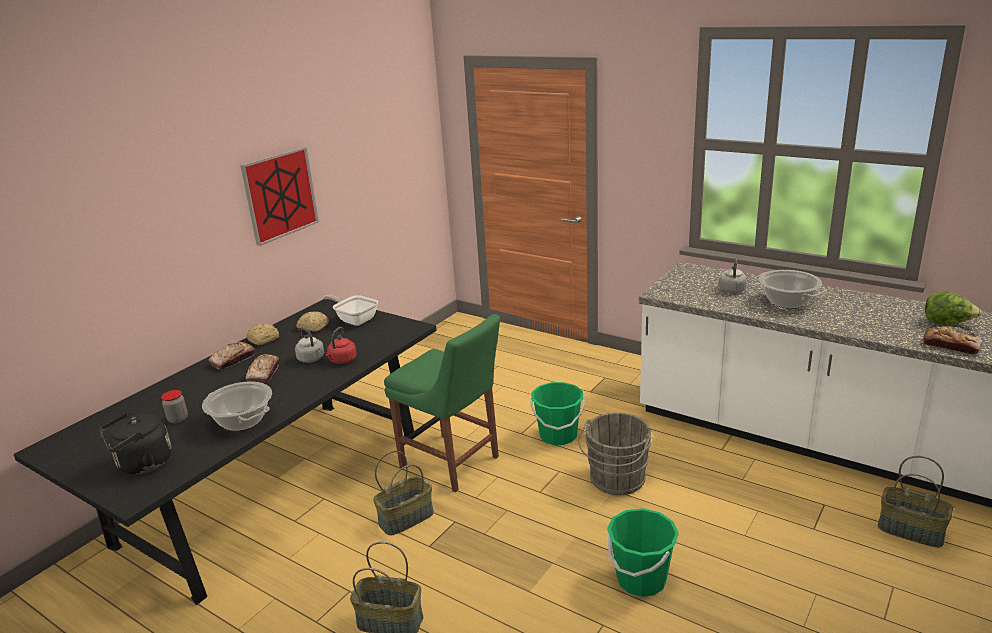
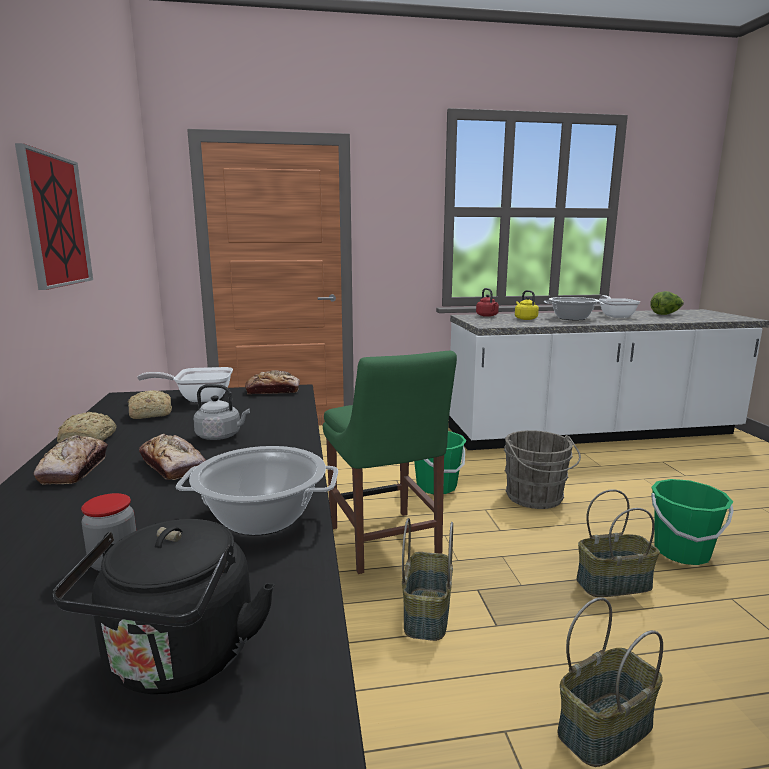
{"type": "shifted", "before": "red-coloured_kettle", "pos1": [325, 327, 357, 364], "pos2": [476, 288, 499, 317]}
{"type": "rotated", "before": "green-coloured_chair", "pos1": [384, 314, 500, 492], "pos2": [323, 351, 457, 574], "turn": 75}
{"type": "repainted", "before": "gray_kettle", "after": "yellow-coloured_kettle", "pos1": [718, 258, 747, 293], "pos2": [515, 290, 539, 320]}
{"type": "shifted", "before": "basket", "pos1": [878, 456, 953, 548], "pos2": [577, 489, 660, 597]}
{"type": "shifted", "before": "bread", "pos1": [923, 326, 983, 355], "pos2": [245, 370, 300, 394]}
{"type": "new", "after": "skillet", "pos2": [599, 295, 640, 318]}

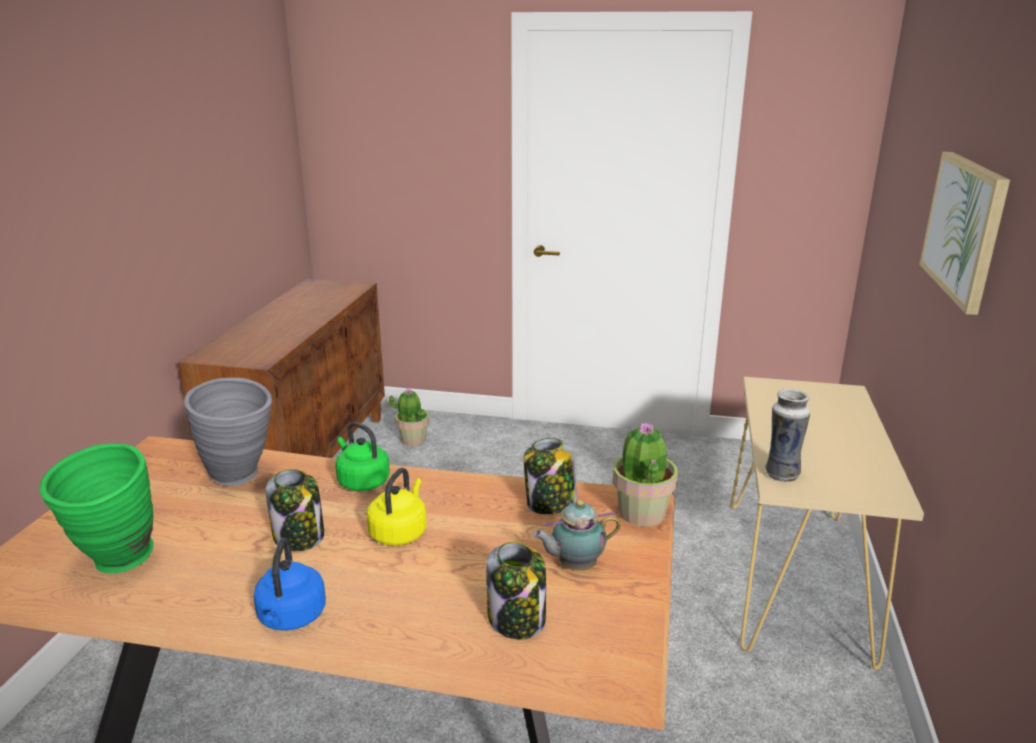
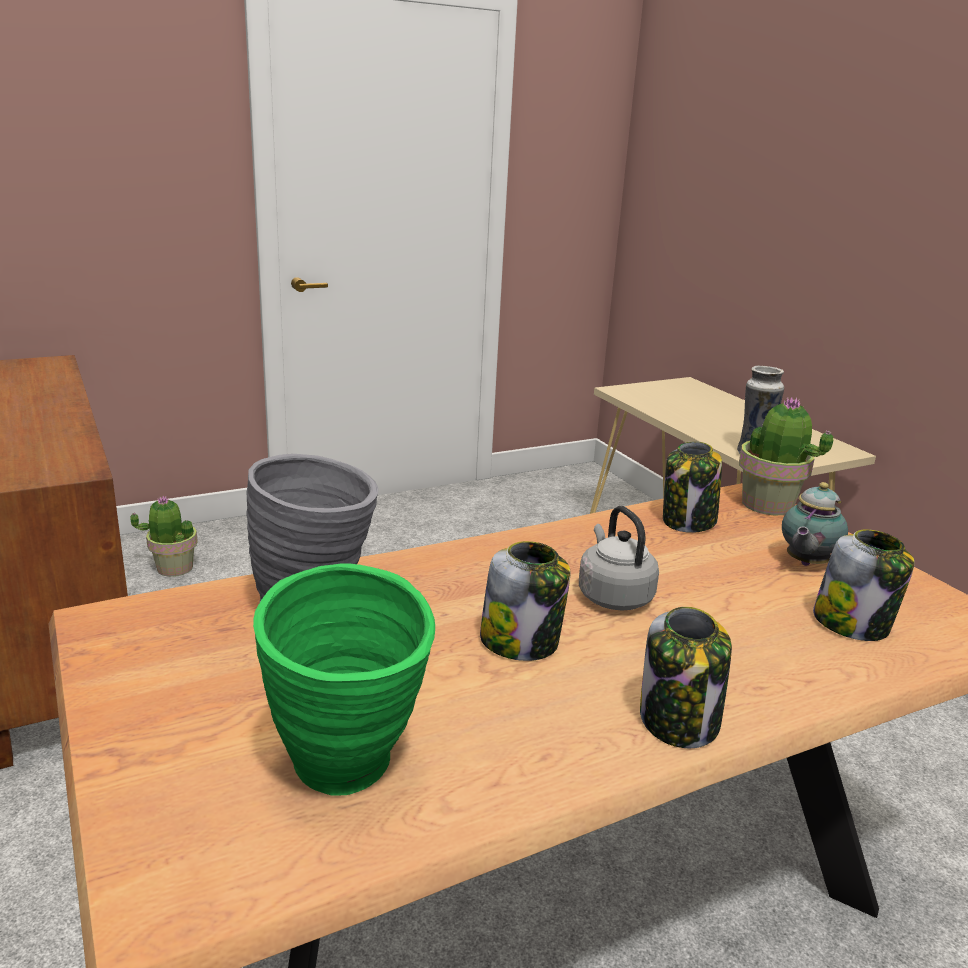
{"type": "swapped", "before": "blue_kettle", "after": "storage_jar", "pos1": [254, 538, 326, 631], "pos2": [640, 607, 732, 748]}
{"type": "gone", "before": "green-coloured_kettle", "pos1": [335, 422, 390, 491]}
{"type": "repainted", "before": "yellow-coloured_kettle", "after": "gray_kettle", "pos1": [367, 468, 426, 546], "pos2": [579, 506, 659, 611]}
{"type": "gone", "before": "picture", "pos1": [919, 152, 1010, 315]}

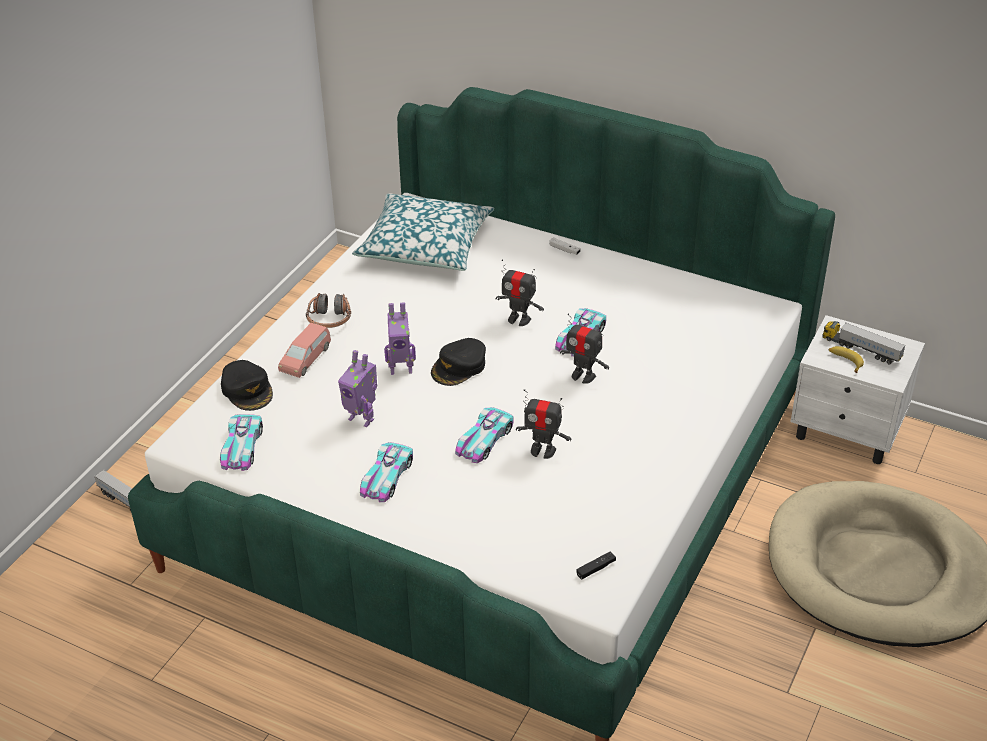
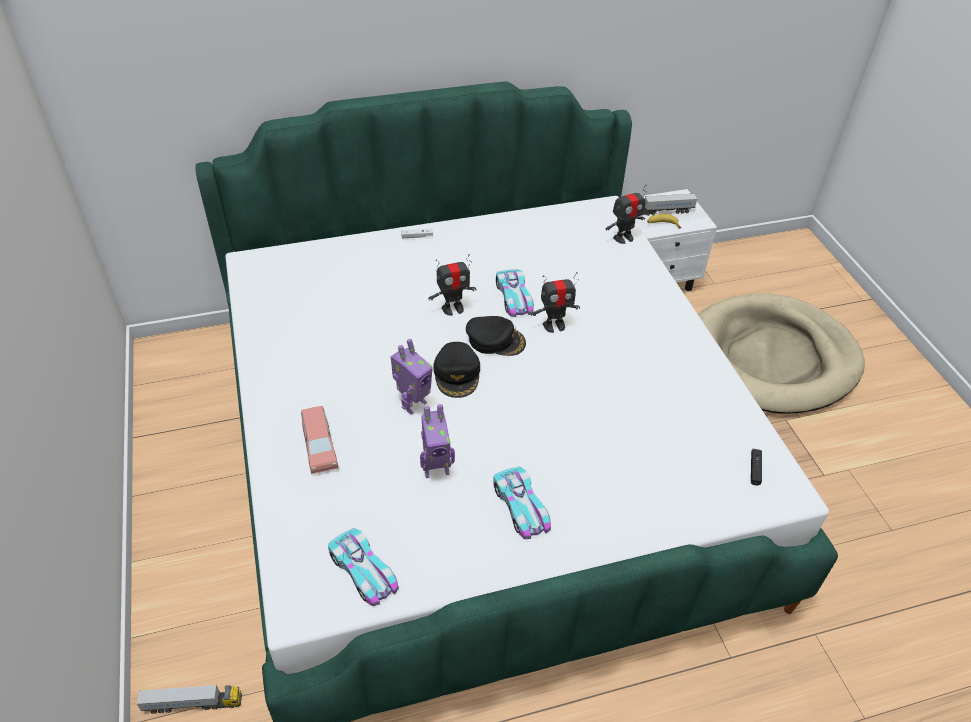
{"type": "shifted", "before": "blackish_cap", "pos1": [221, 360, 273, 411], "pos2": [466, 316, 526, 356]}
{"type": "gone", "before": "pair_of_headphones", "pos1": [306, 293, 351, 328]}
{"type": "gone", "before": "throw_pillow", "pos1": [352, 193, 494, 271]}
{"type": "gone", "before": "model_car", "pos1": [455, 407, 514, 463]}
{"type": "shifted", "before": "toy_robot", "pos1": [516, 389, 572, 459], "pos2": [606, 184, 647, 244]}

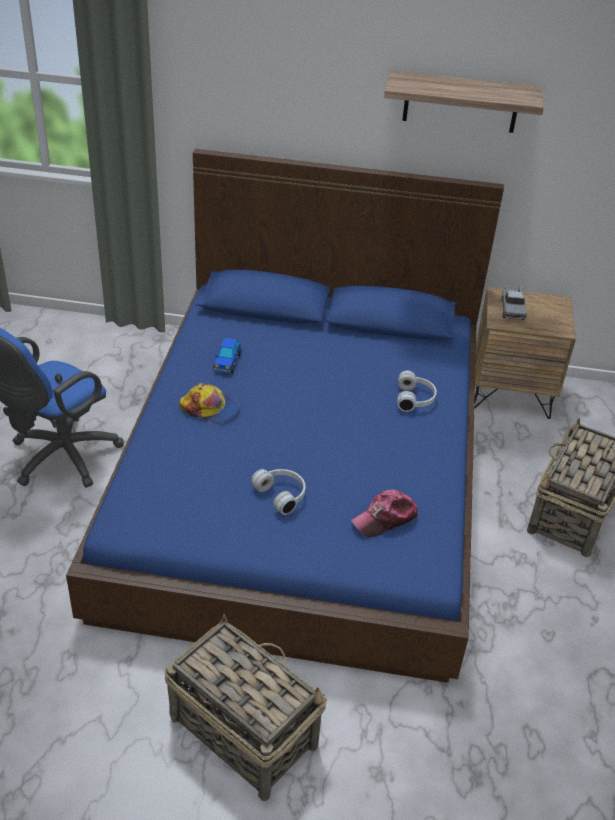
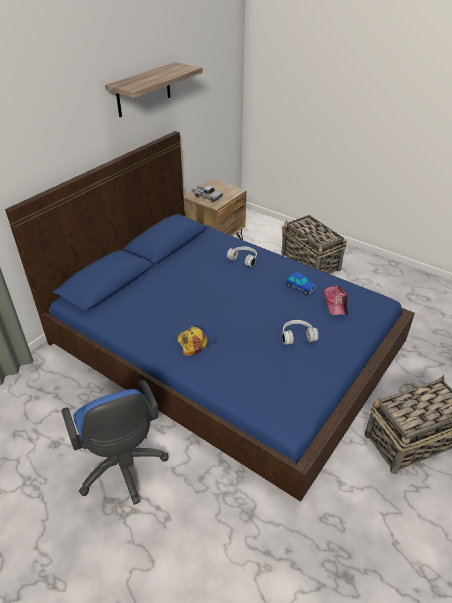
{"type": "shifted", "before": "model_car", "pos1": [213, 338, 241, 373], "pos2": [285, 272, 316, 295]}

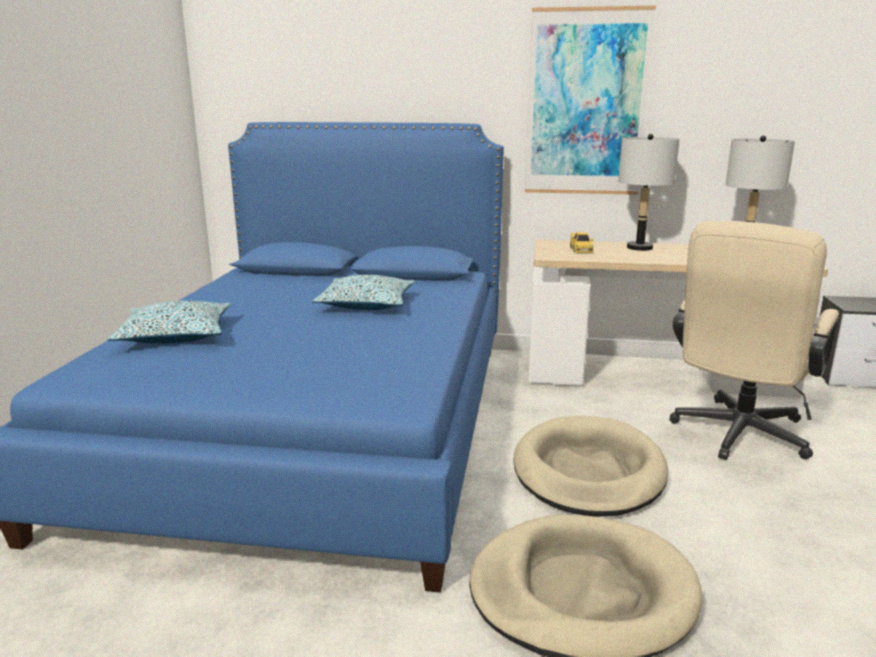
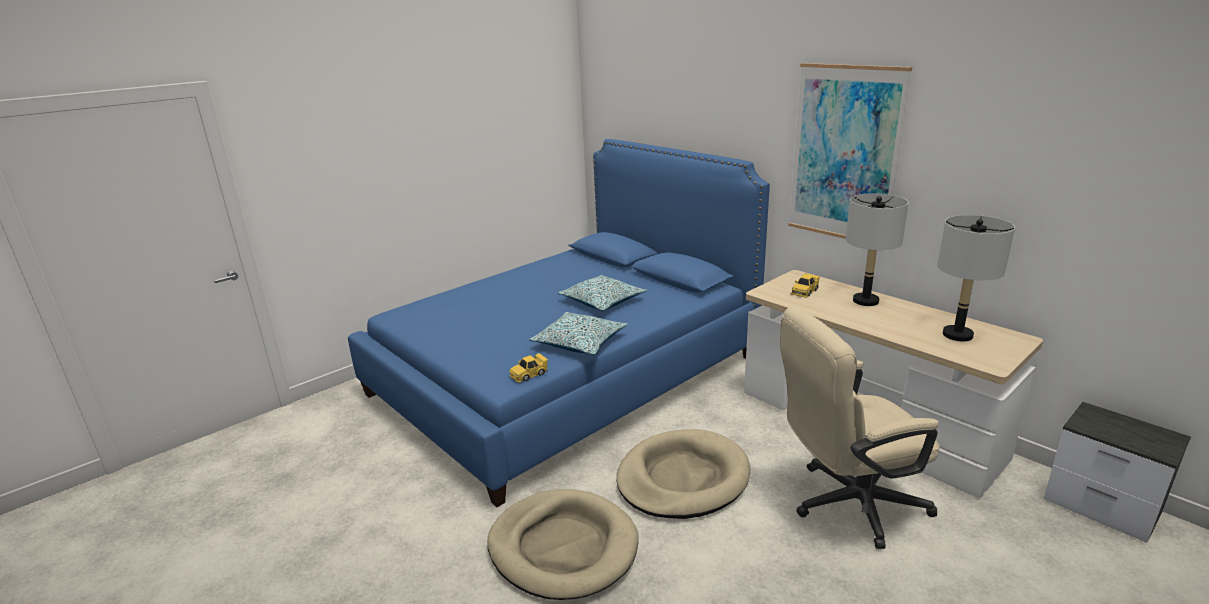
{"type": "shifted", "before": "throw_pillow", "pos1": [107, 301, 231, 344], "pos2": [529, 312, 628, 355]}
{"type": "new", "after": "yellow-coloured_model_car", "pos2": [509, 353, 548, 383]}

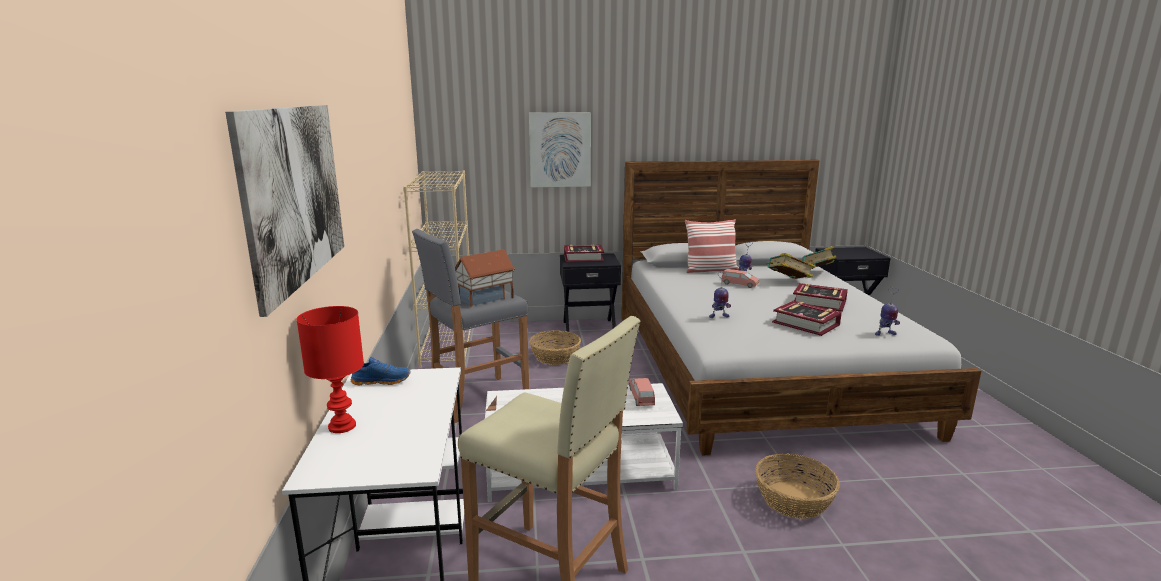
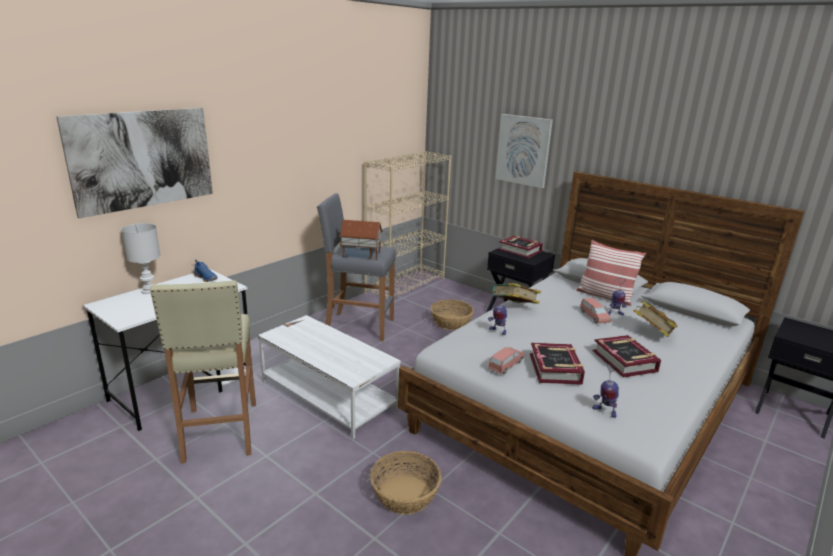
{"type": "repainted", "before": "red-coloured_lamp_for_a_table", "after": "white-coloured_lamp_for_a_table", "pos1": [296, 306, 364, 433], "pos2": [121, 223, 161, 294]}
{"type": "shifted", "before": "pink_model_car", "pos1": [629, 378, 655, 406], "pos2": [488, 347, 525, 374]}
{"type": "shifted", "before": "volume", "pos1": [802, 246, 836, 269], "pos2": [492, 283, 541, 304]}

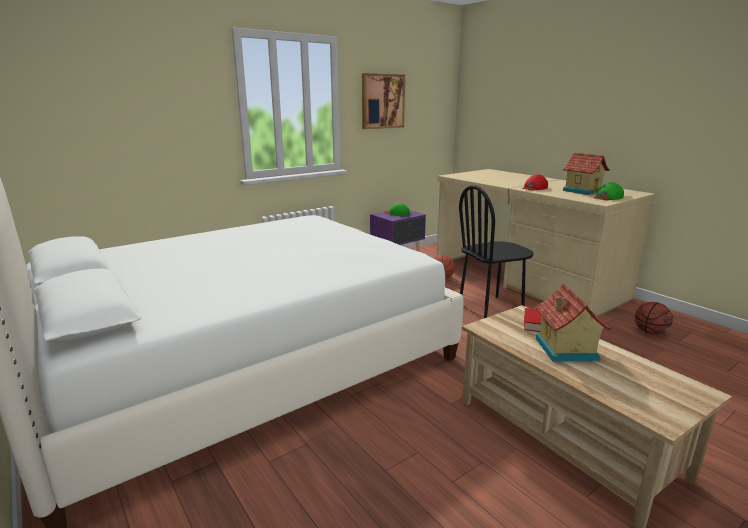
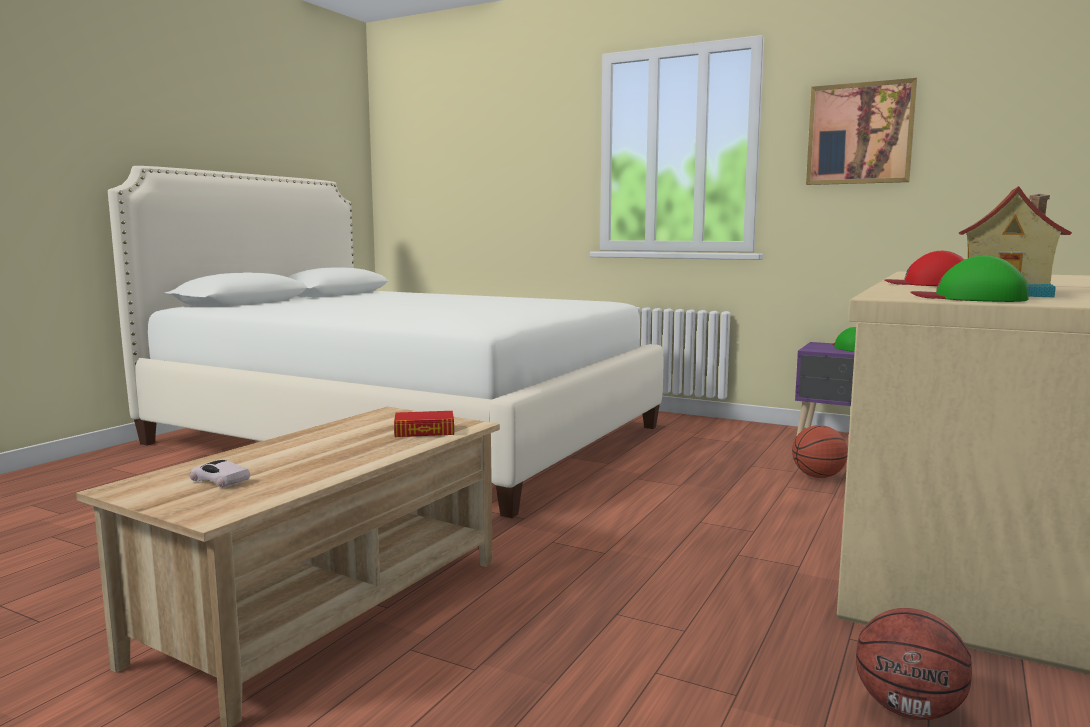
{"type": "gone", "before": "blackish_chair", "pos1": [459, 185, 534, 318]}
{"type": "gone", "before": "model_house", "pos1": [535, 284, 611, 362]}
{"type": "new", "after": "white-coloured_model_car", "pos2": [190, 460, 250, 488]}

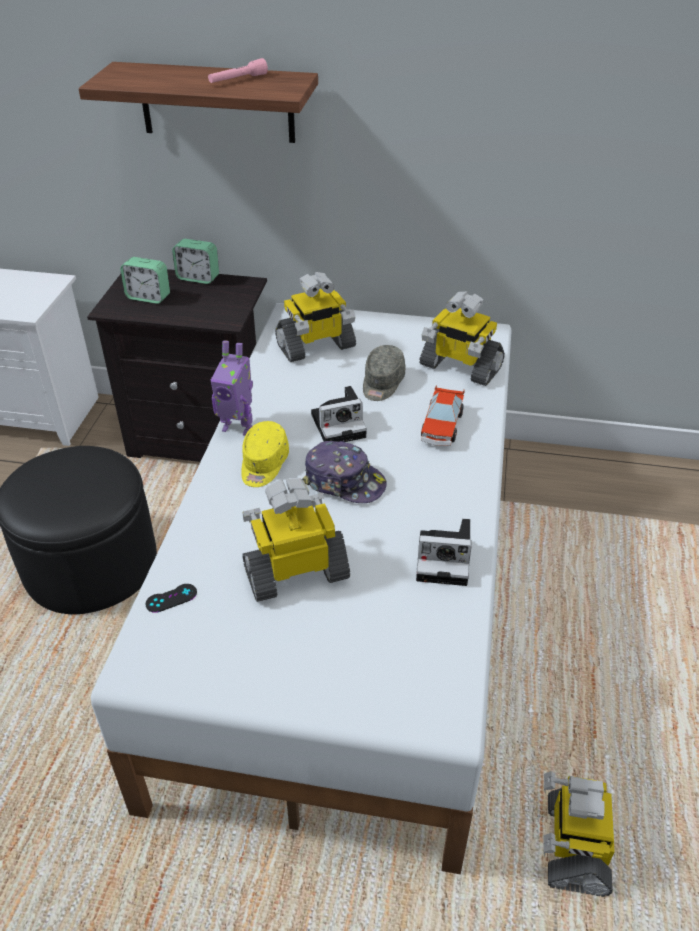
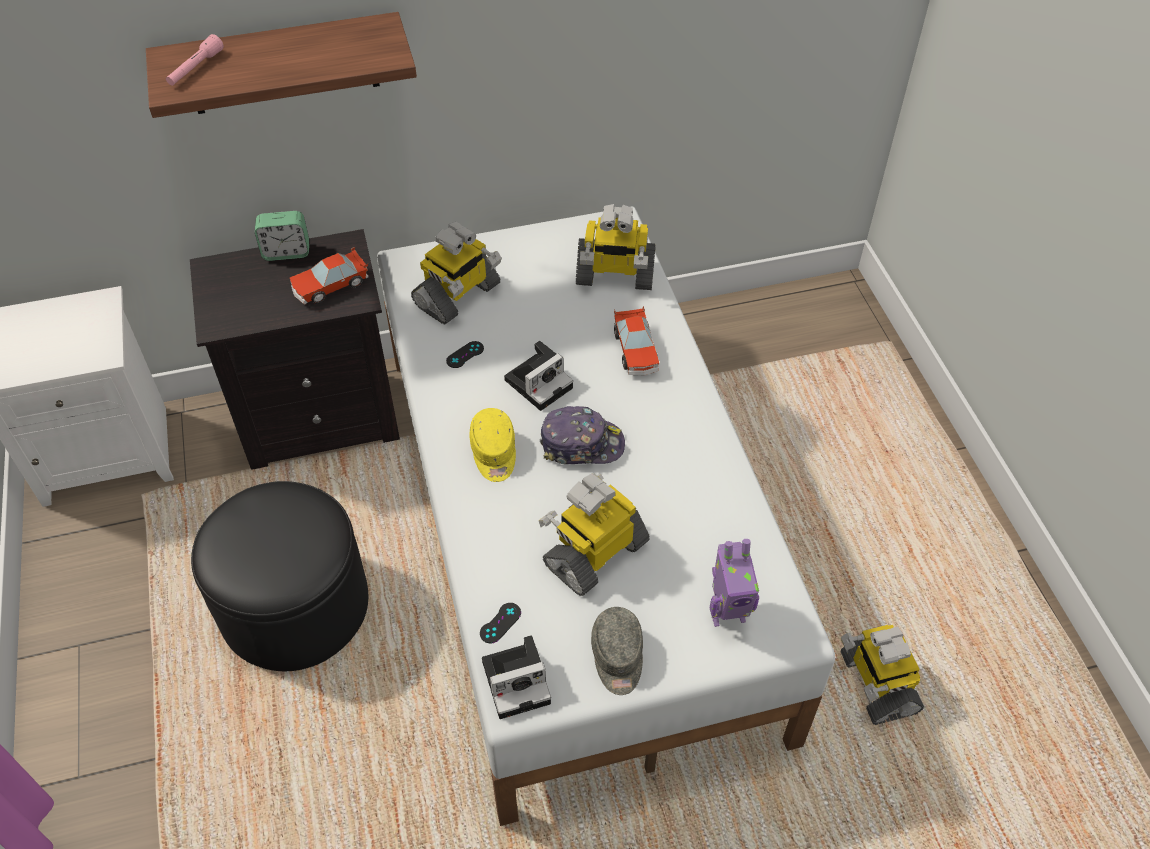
{"type": "gone", "before": "alarm_clock", "pos1": [120, 257, 170, 304]}
{"type": "shifted", "before": "pink_torch", "pos1": [208, 58, 268, 83], "pos2": [166, 34, 224, 86]}
{"type": "shifted", "before": "toy_robot", "pos1": [211, 340, 253, 436], "pos2": [710, 539, 759, 627]}
{"type": "shifted", "before": "gray_cap", "pos1": [363, 345, 405, 401], "pos2": [591, 607, 643, 695]}
{"type": "shifted", "before": "still_camera", "pos1": [416, 519, 472, 586], "pos2": [482, 635, 551, 719]}
{"type": "new", "after": "model_car", "pos2": [290, 247, 369, 304]}
{"type": "new", "after": "blackish_game_controller", "pos2": [446, 341, 484, 368]}

